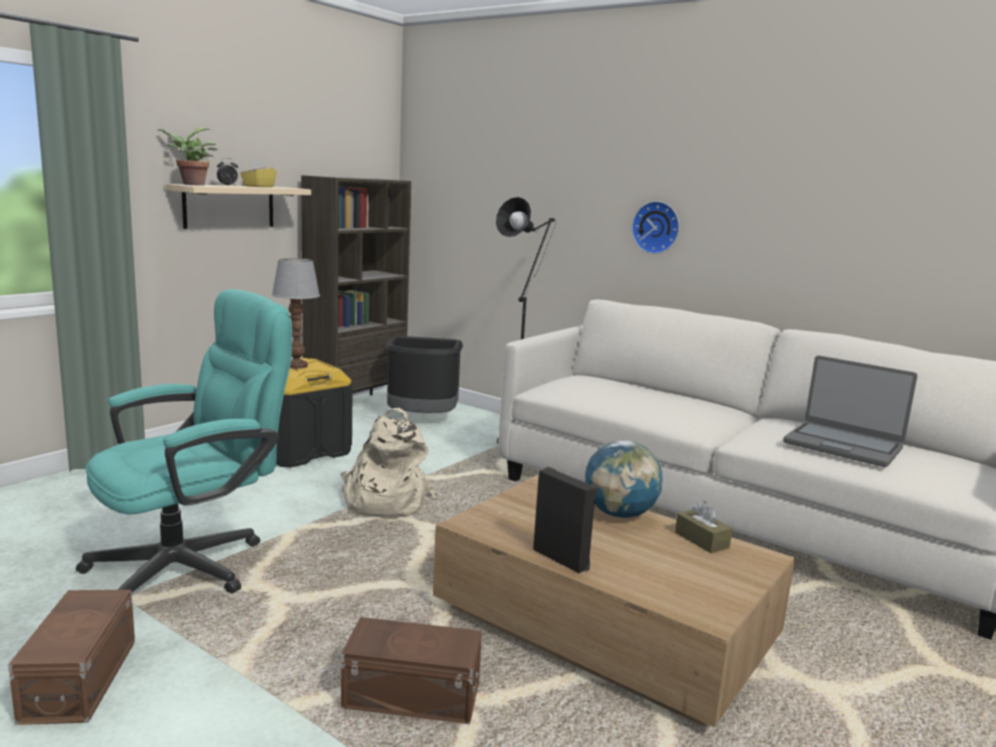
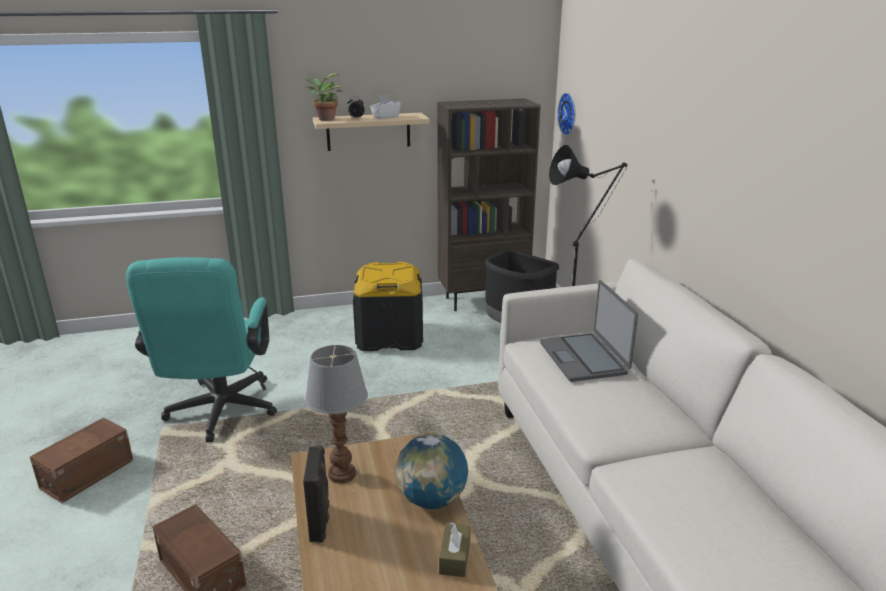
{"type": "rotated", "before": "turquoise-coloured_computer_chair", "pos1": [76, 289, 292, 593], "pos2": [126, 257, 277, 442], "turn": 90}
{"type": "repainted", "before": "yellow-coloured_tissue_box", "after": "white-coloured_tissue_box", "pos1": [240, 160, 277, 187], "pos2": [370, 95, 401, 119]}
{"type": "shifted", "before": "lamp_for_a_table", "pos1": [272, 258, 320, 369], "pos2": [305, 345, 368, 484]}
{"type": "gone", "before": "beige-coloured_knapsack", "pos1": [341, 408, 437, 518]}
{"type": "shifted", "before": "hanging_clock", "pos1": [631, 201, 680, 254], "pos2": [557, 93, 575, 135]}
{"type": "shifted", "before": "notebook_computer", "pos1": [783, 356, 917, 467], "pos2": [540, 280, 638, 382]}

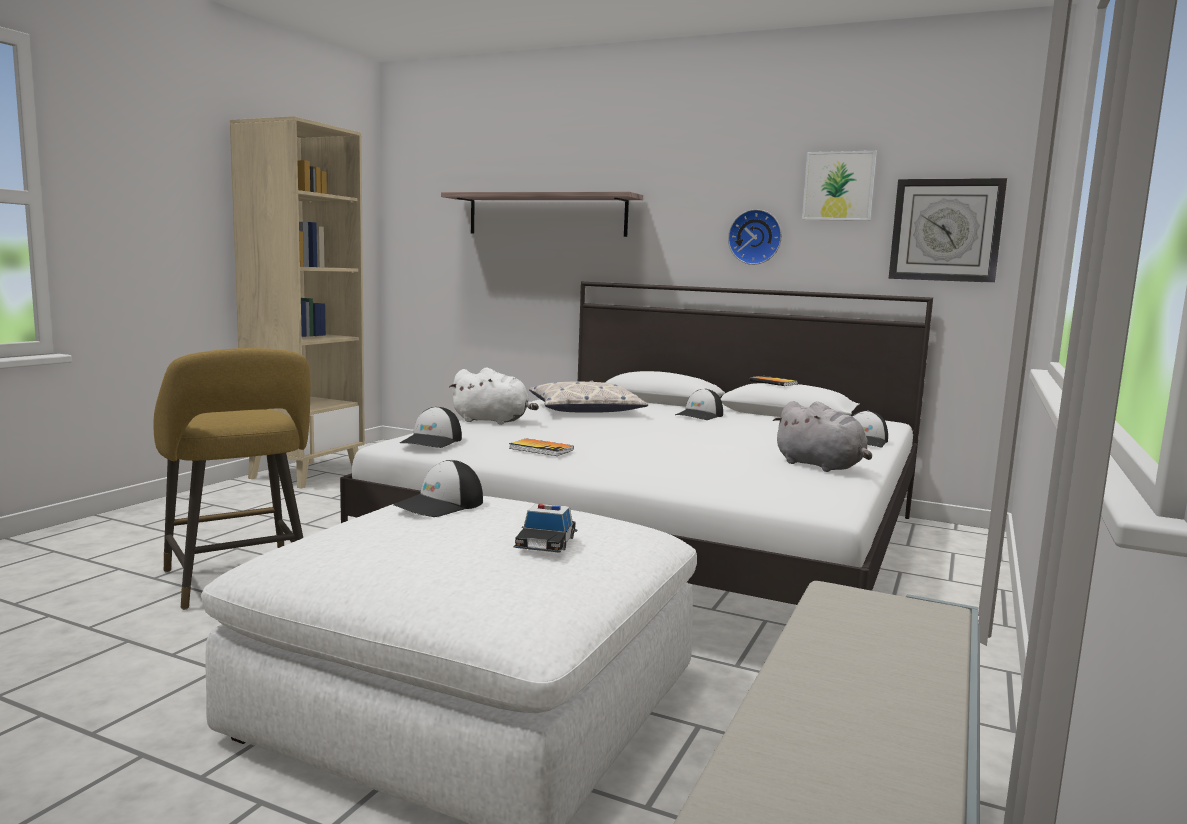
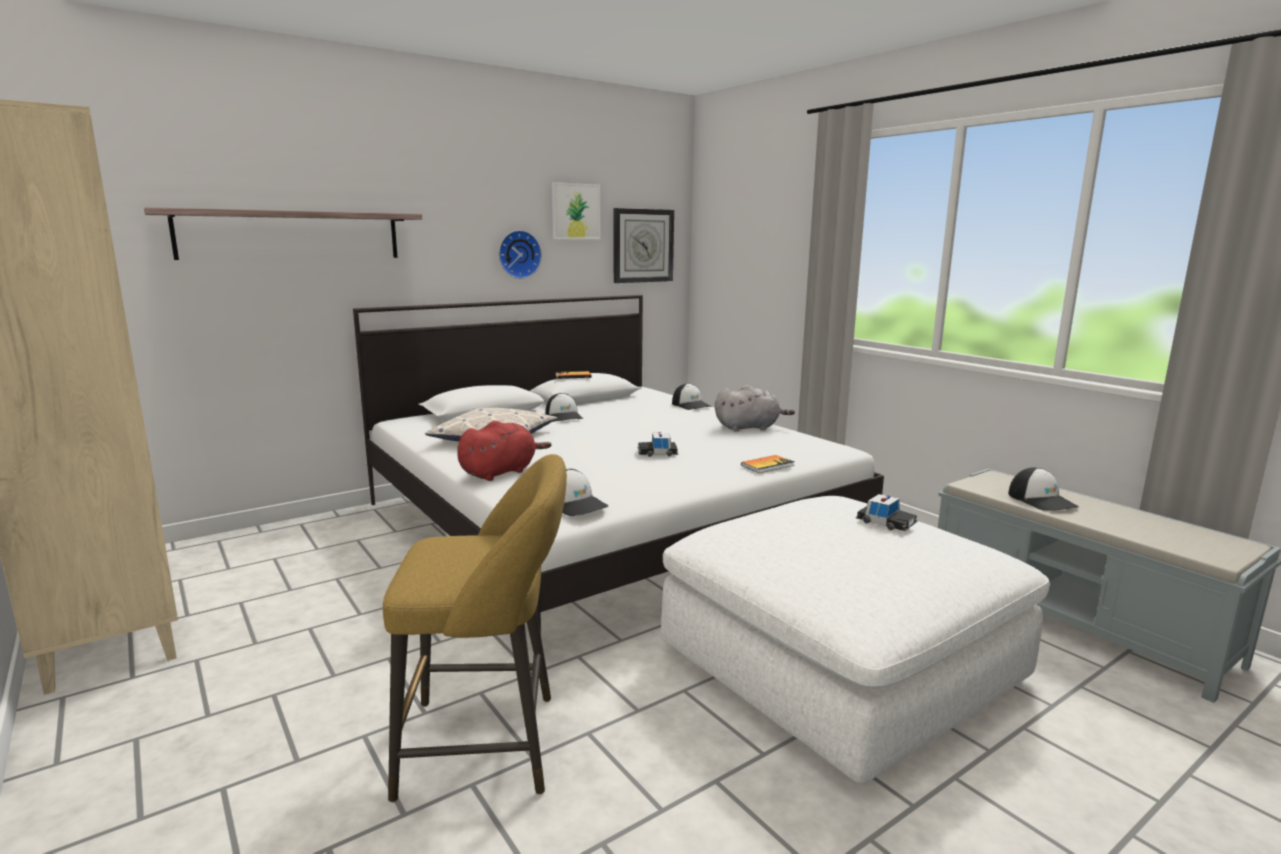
{"type": "shifted", "before": "cap", "pos1": [393, 460, 483, 517], "pos2": [1008, 467, 1079, 511]}
{"type": "repainted", "before": "white-coloured_soft_toy", "after": "red-coloured_soft_toy", "pos1": [449, 368, 539, 425], "pos2": [457, 421, 551, 481]}
{"type": "shifted", "before": "volume", "pos1": [509, 438, 574, 456], "pos2": [741, 455, 795, 473]}
{"type": "new", "after": "model_car", "pos2": [638, 432, 678, 457]}

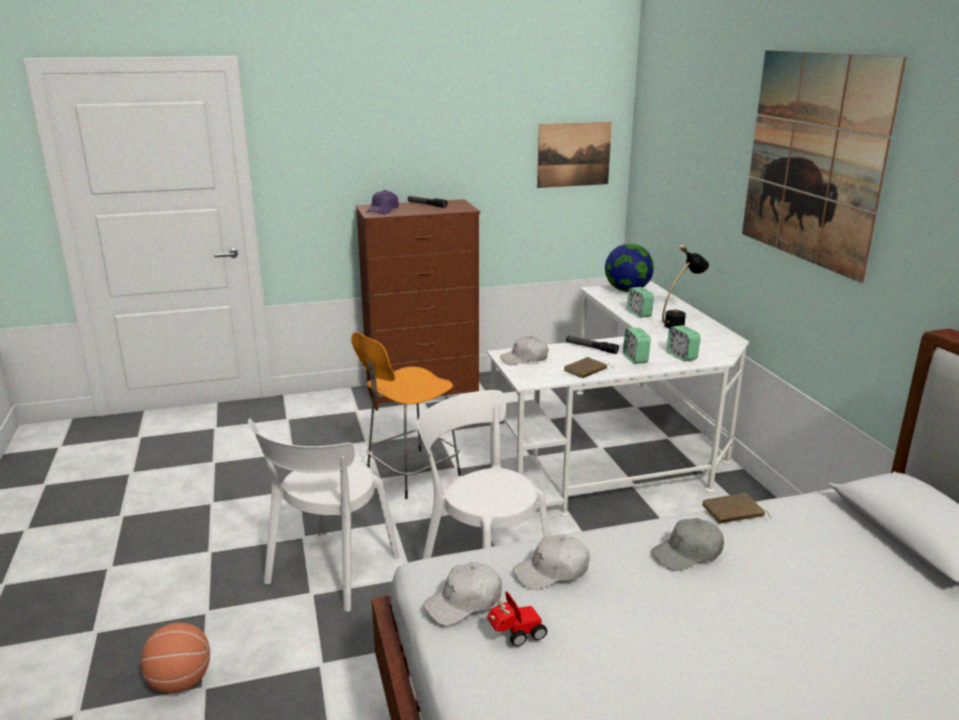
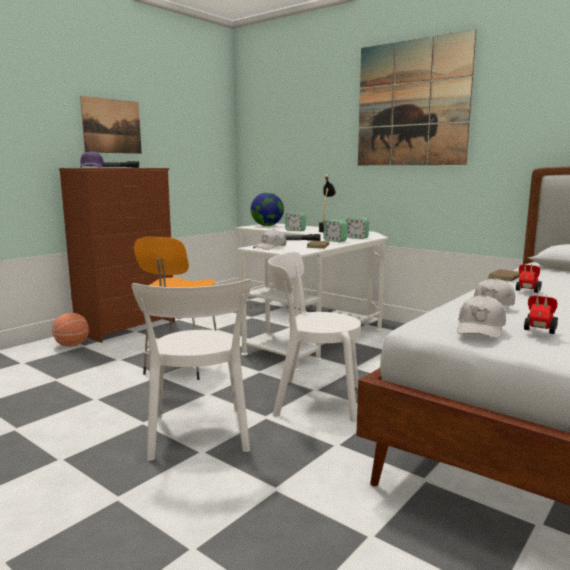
{"type": "shifted", "before": "ball_for_basketball", "pos1": [141, 622, 210, 693], "pos2": [52, 313, 89, 347]}
{"type": "shifted", "before": "picture", "pos1": [537, 122, 612, 188], "pos2": [80, 96, 142, 154]}
{"type": "swapped", "before": "gray_cap", "after": "model_car", "pos1": [651, 518, 724, 571], "pos2": [516, 263, 542, 293]}

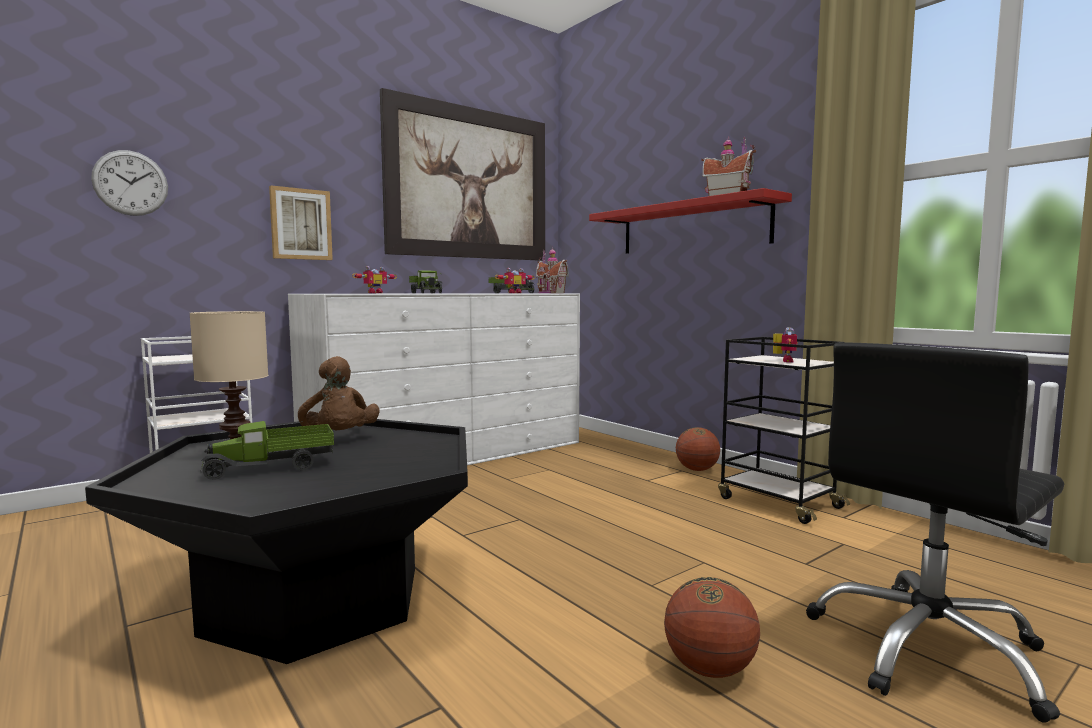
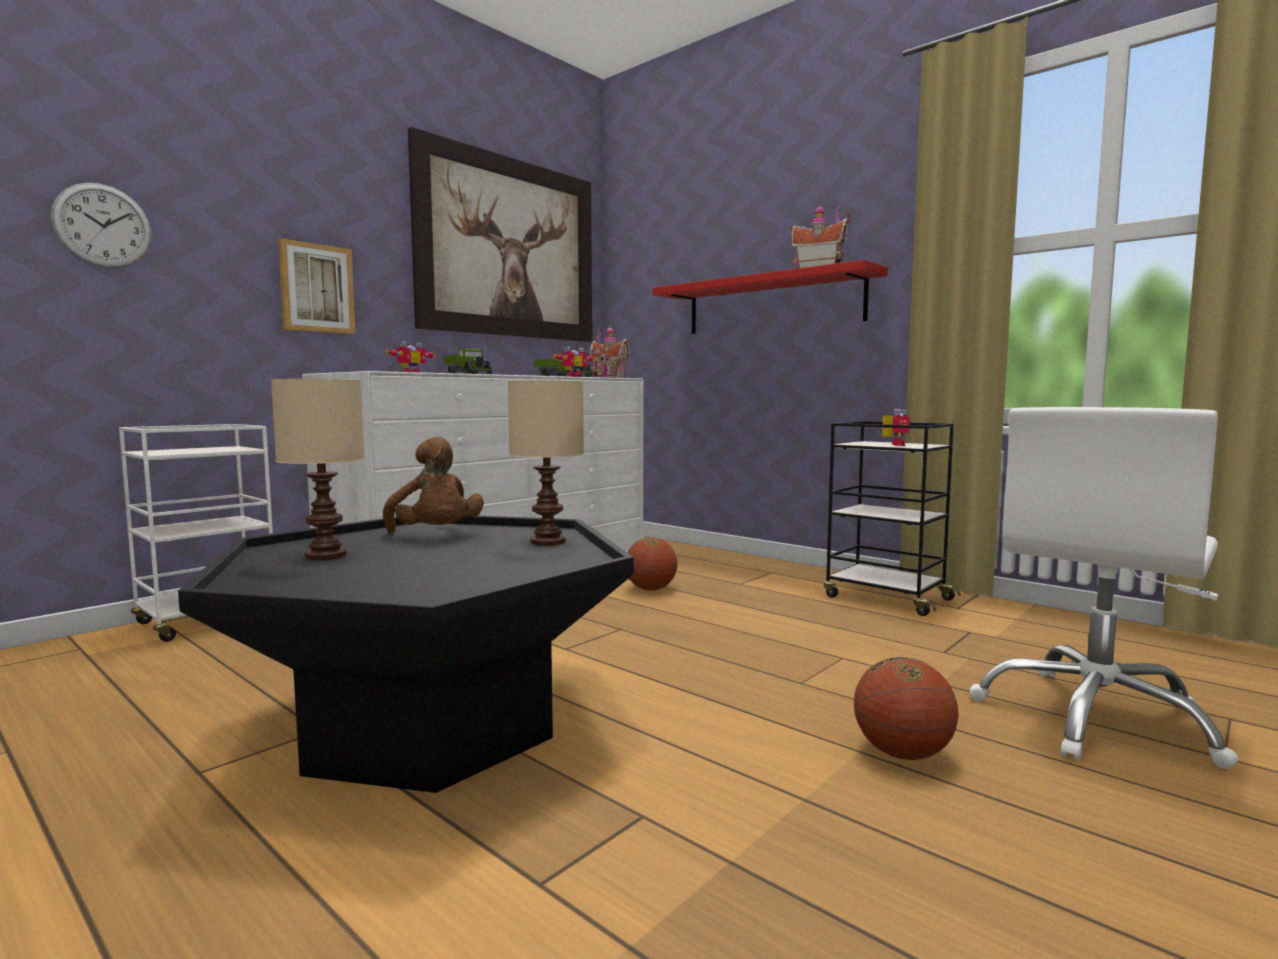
{"type": "gone", "before": "model_truck", "pos1": [200, 421, 334, 480]}
{"type": "shifted", "before": "ball_for_basketball", "pos1": [676, 427, 720, 471], "pos2": [627, 537, 677, 590]}
{"type": "repainted", "before": "blackish_computer_chair", "after": "white-coloured_computer_chair", "pos1": [806, 342, 1064, 723], "pos2": [970, 407, 1239, 769]}
{"type": "new", "after": "beige-coloured_lamp_for_a_table", "pos2": [508, 380, 584, 546]}

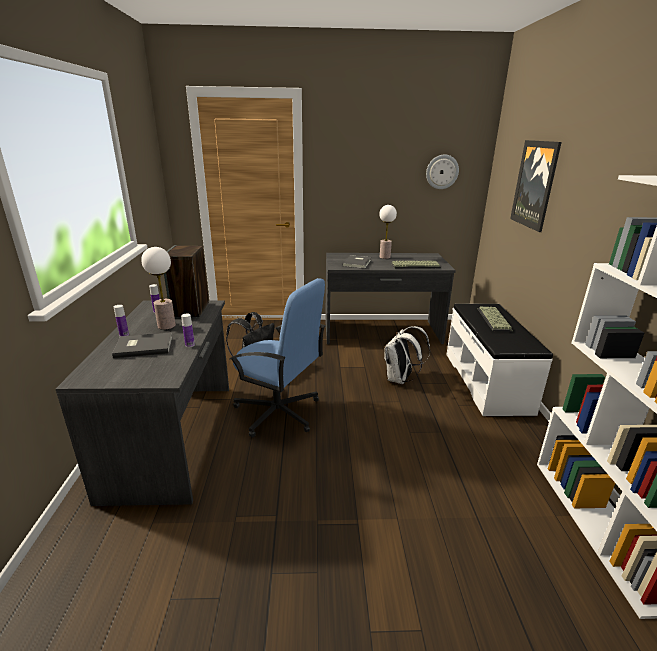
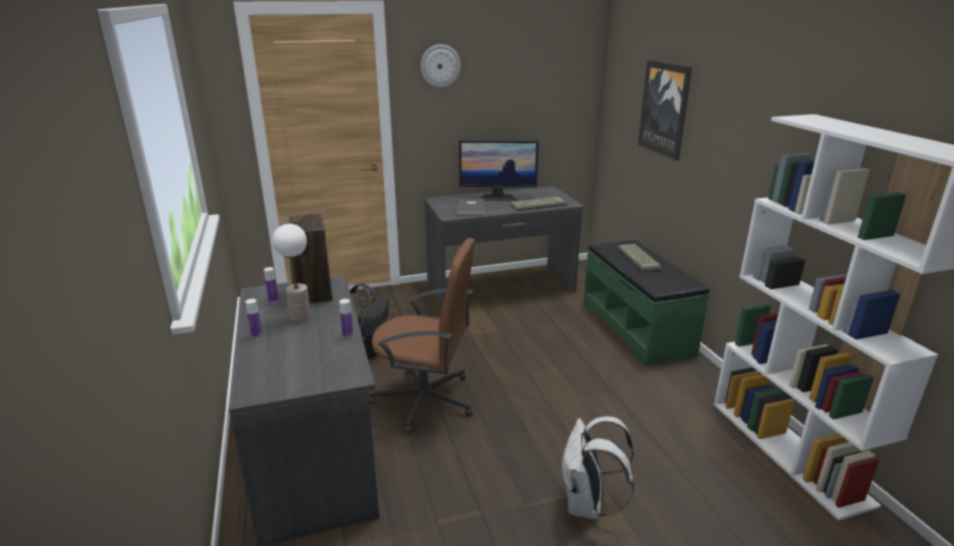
{"type": "gone", "before": "gray_volume", "pos1": [112, 332, 172, 359]}
{"type": "repainted", "before": "blue_computer_chair", "after": "brownish_computer_chair", "pos1": [230, 278, 326, 438], "pos2": [369, 238, 475, 434]}
{"type": "swapped", "before": "lamp_for_a_table", "after": "computer_display", "pos1": [379, 205, 397, 259], "pos2": [459, 140, 539, 201]}
{"type": "shifted", "before": "white-coloured_knapsack", "pos1": [384, 326, 430, 384], "pos2": [560, 416, 634, 519]}
{"type": "shifted", "before": "hanging_clock", "pos1": [426, 155, 459, 189], "pos2": [421, 44, 461, 88]}
{"type": "repainted", "before": "white-coloured_bench", "after": "green-coloured_bench", "pos1": [446, 304, 553, 416], "pos2": [584, 239, 709, 366]}

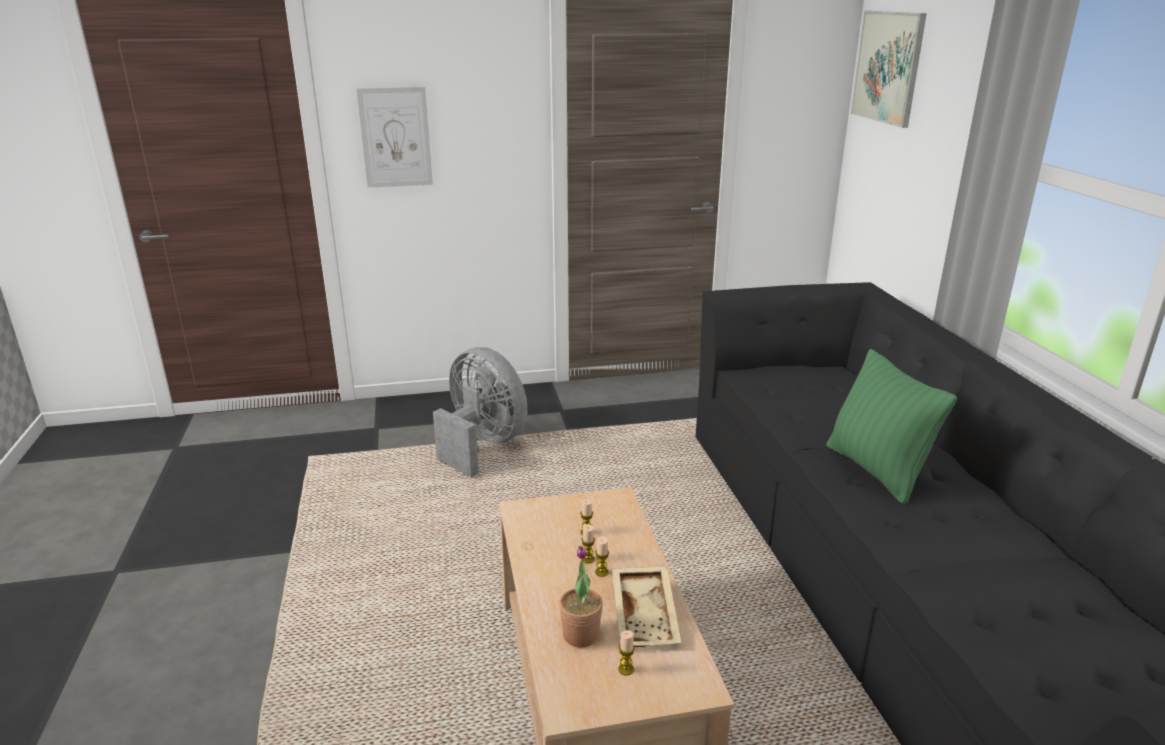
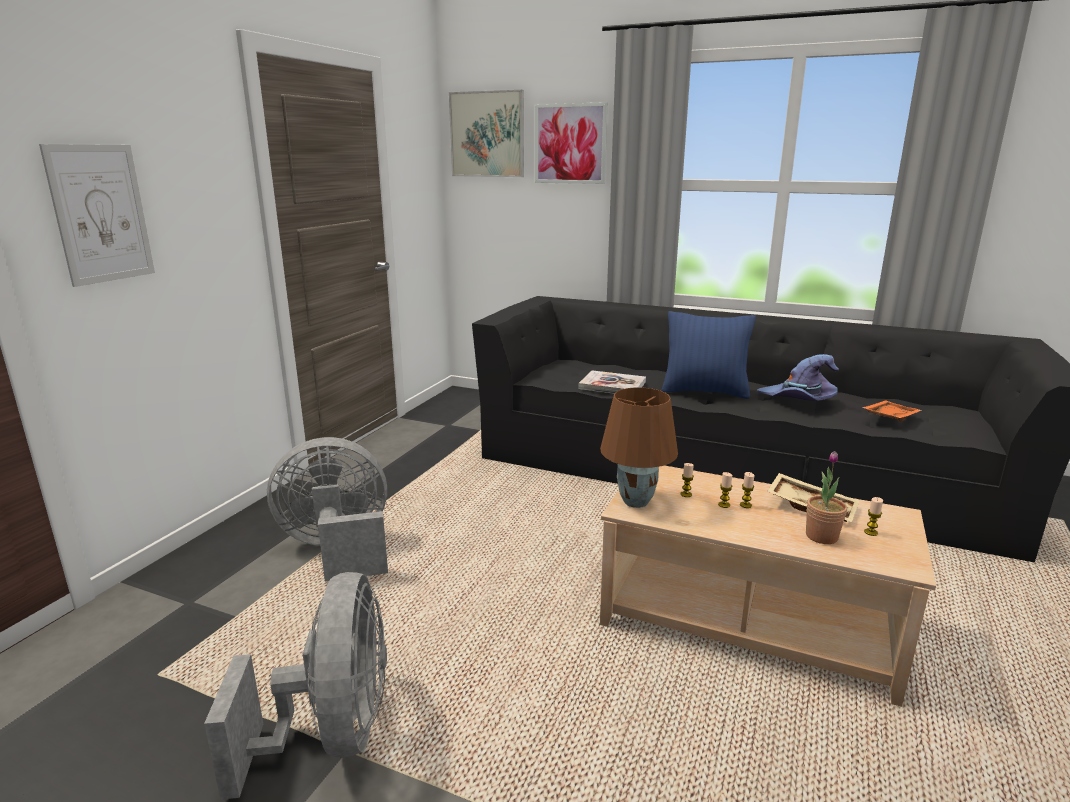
{"type": "repainted", "before": "green-coloured_throw_pillow", "after": "blue_throw_pillow", "pos1": [826, 349, 957, 504], "pos2": [661, 311, 756, 399]}
{"type": "new", "after": "gray_cooling_fan", "pos2": [204, 572, 387, 800]}
{"type": "new", "after": "picture", "pos2": [535, 102, 608, 184]}
{"type": "new", "after": "volume", "pos2": [578, 370, 646, 393]}
{"type": "new", "after": "brownish_lamp_for_a_table", "pos2": [600, 387, 678, 508]}
{"type": "new", "after": "purplish_wearable_hat", "pos2": [757, 354, 839, 401]}
{"type": "new", "after": "orange-coloured_tray", "pos2": [862, 400, 922, 422]}

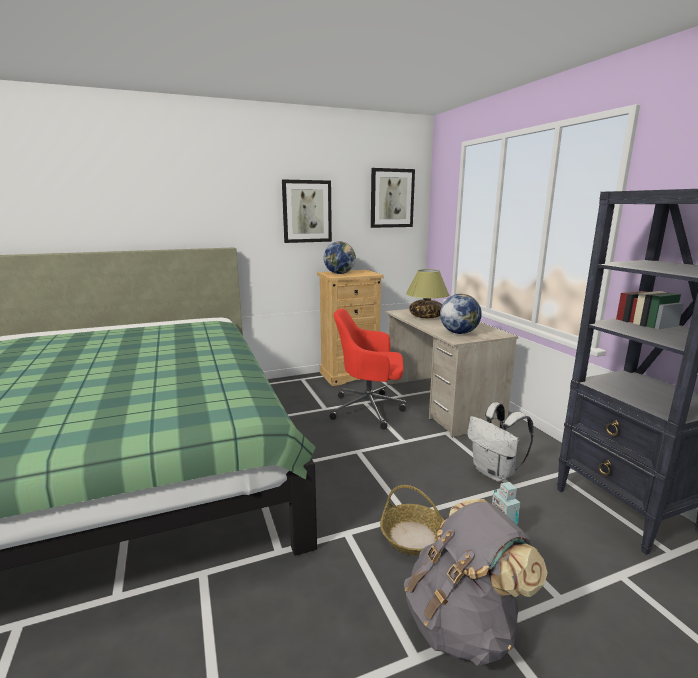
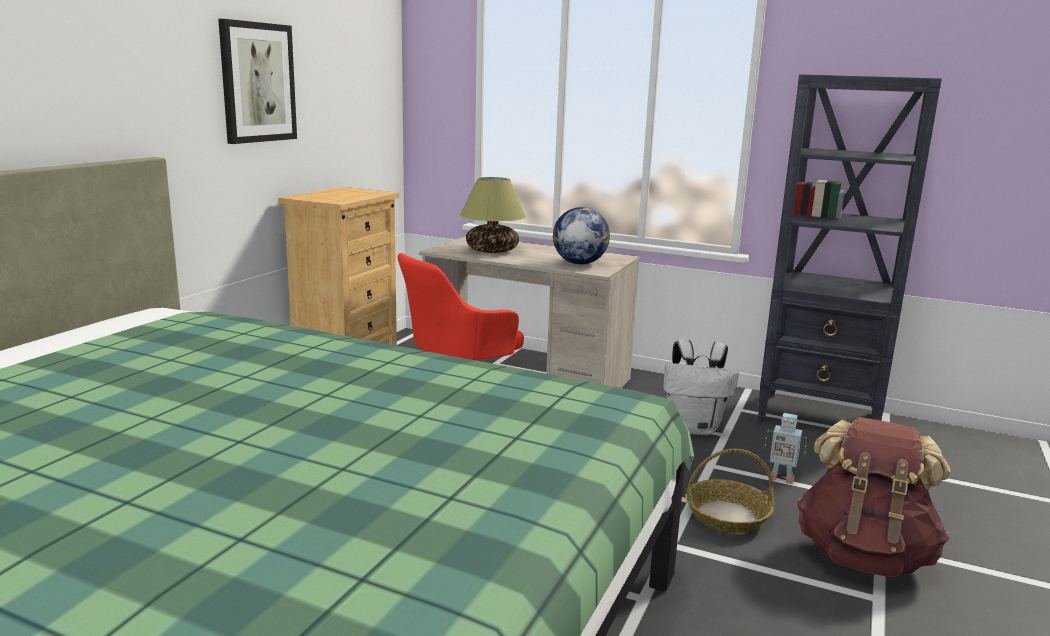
{"type": "gone", "before": "desk_globe", "pos1": [323, 242, 356, 274]}
{"type": "gone", "before": "picture", "pos1": [371, 168, 415, 228]}
{"type": "repainted", "before": "gray_knapsack", "after": "brownish_knapsack", "pos1": [404, 499, 548, 666], "pos2": [797, 417, 951, 577]}

